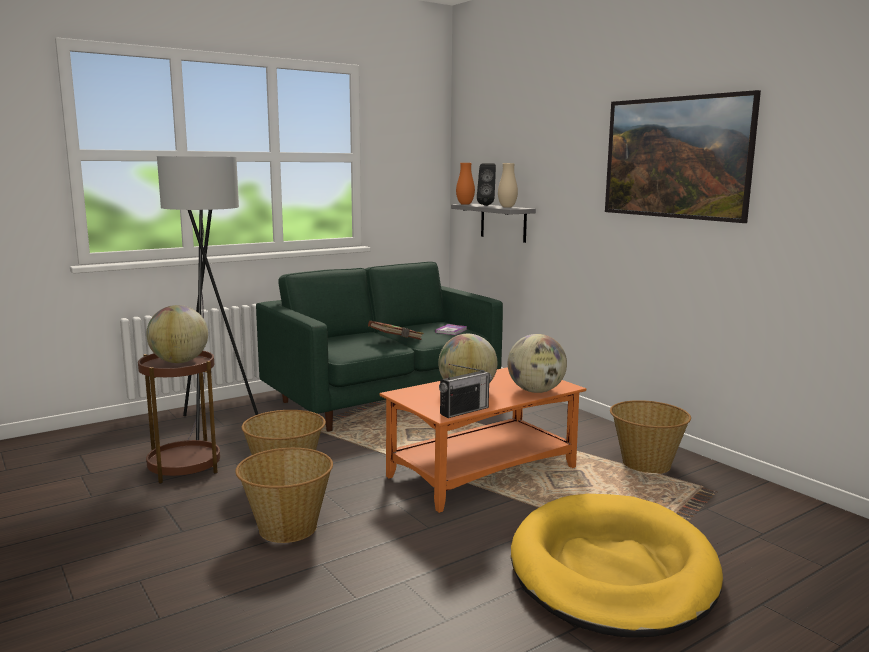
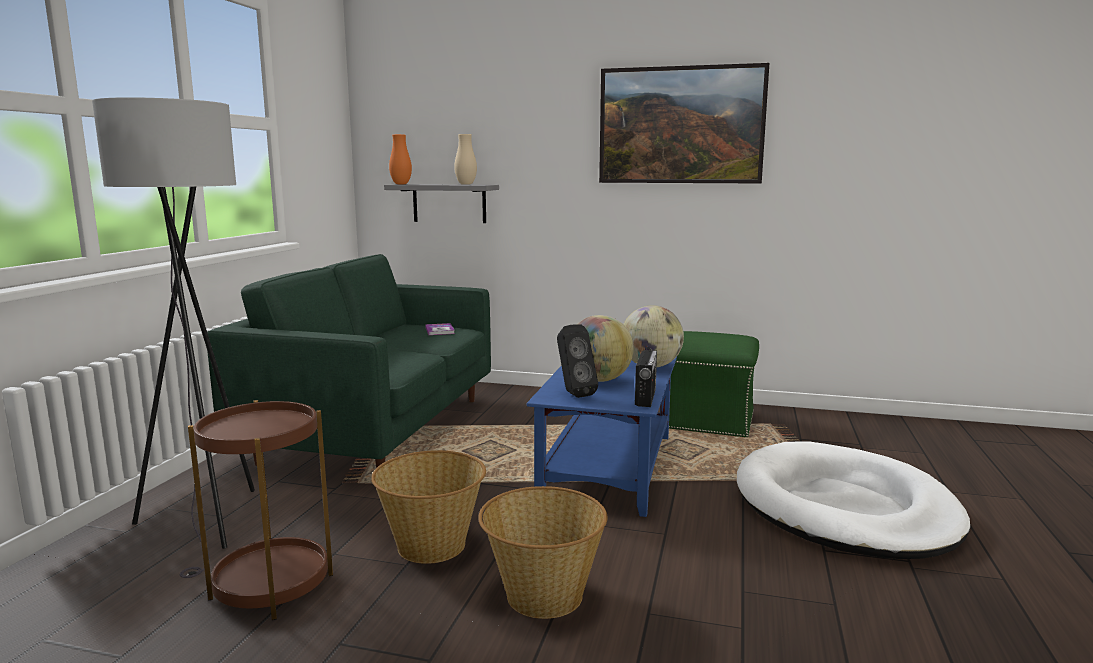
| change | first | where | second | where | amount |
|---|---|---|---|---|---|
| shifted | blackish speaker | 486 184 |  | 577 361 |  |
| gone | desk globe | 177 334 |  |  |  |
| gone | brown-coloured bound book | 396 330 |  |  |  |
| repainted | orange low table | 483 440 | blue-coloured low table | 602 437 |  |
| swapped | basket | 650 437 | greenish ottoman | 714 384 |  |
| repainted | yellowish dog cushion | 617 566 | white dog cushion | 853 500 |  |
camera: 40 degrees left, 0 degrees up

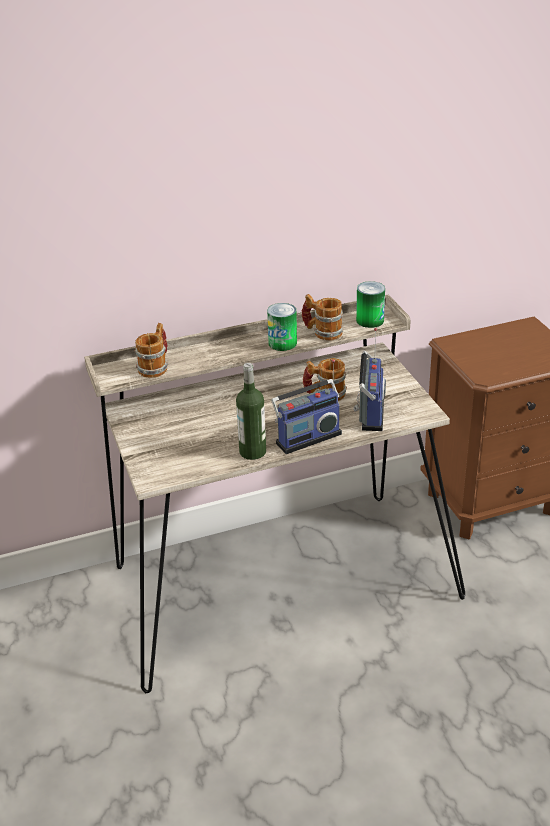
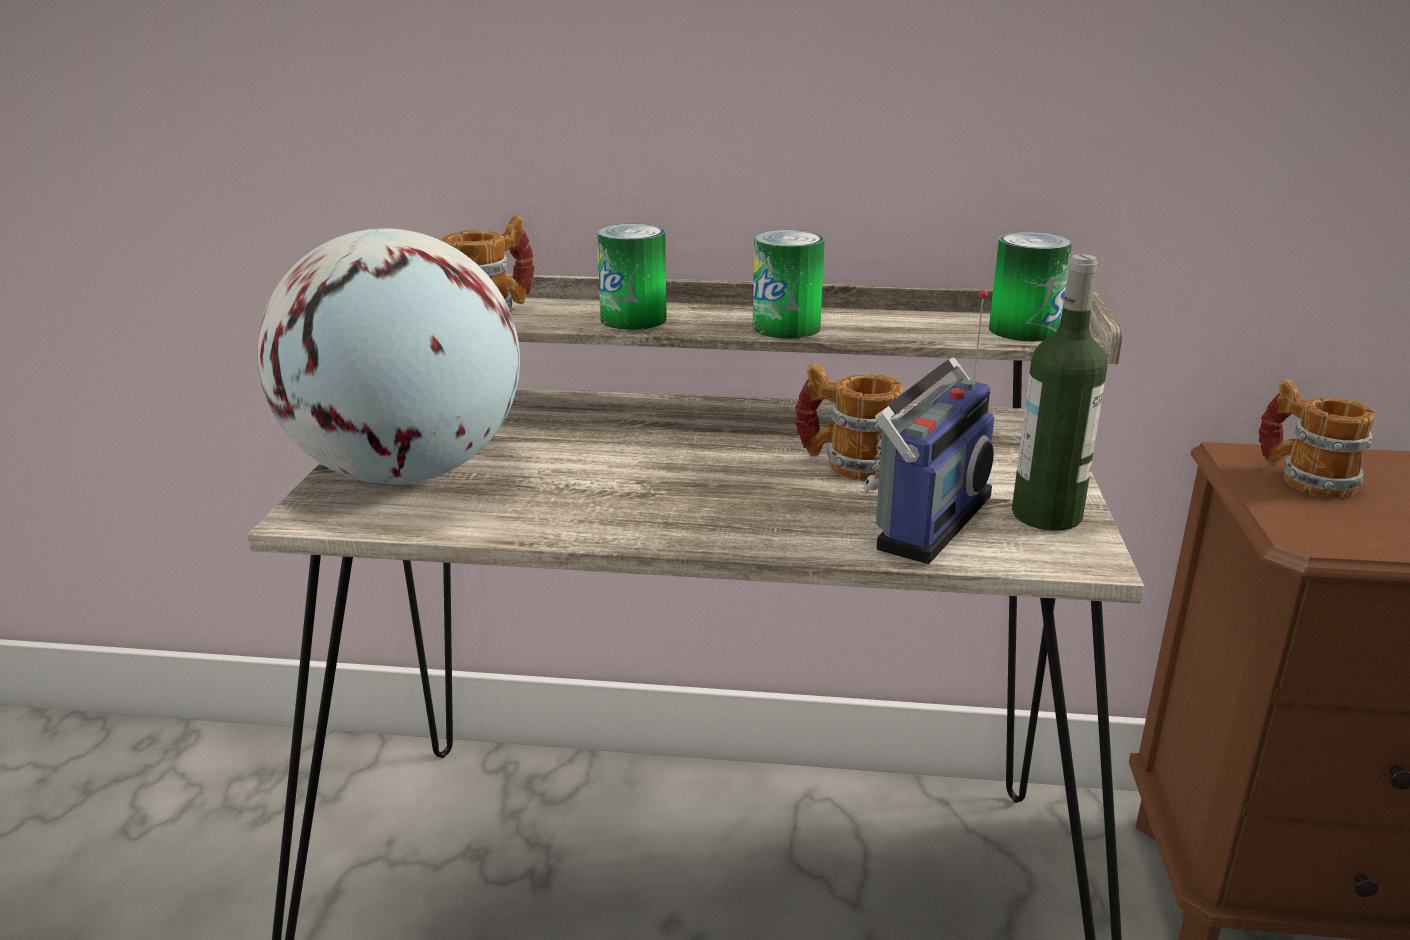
| change | first | where | second | where | amount |
|---|---|---|---|---|---|
| shifted | tea mug | 322 317 |  | 1317 438 |  |
| gone | radio receiver | 306 406 |  |  |  |
| shifted | beverage bottle | 251 411 |  | 1059 392 |  |
| new |  |  | metal can | 632 277 |  |
| new |  |  | desk globe | 388 356 |  |
camera: 25 degrees right, 10 degrees down

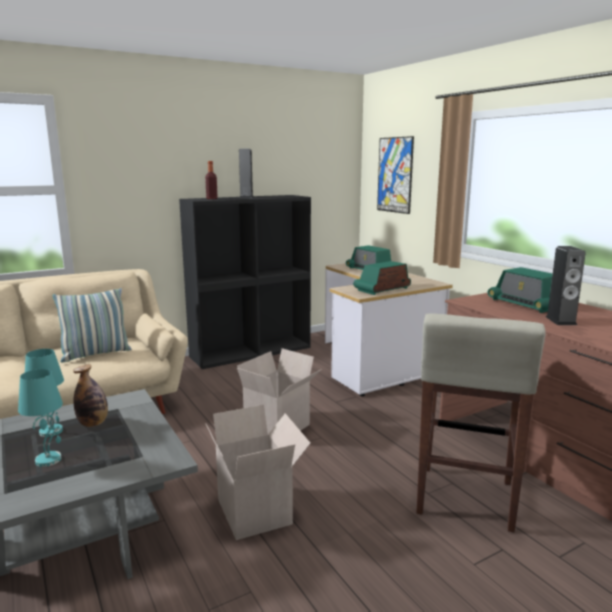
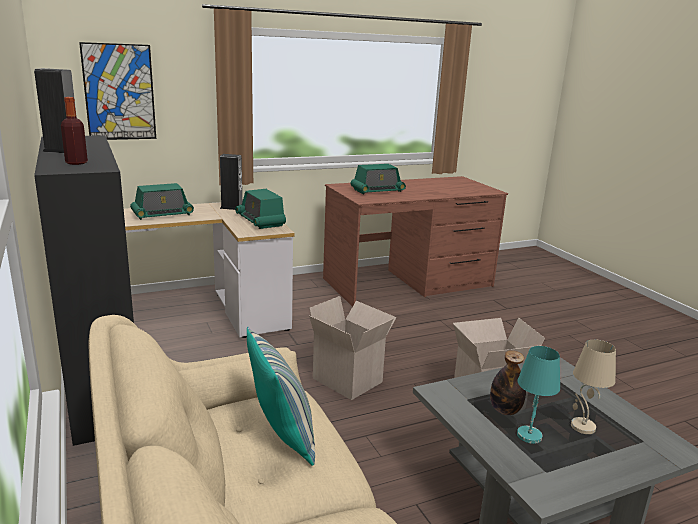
| change | first | where | second | where | amount |
|---|---|---|---|---|---|
| shifted | speaker | 565 285 |  | 231 182 |  |
| gone | beige stool seat | 481 422 |  |  |  |
| repainted | blue-green lamp for a table | 40 418 | beige lamp for a table | 593 386 |  |
camera: 85 degrees left, 5 degrees up

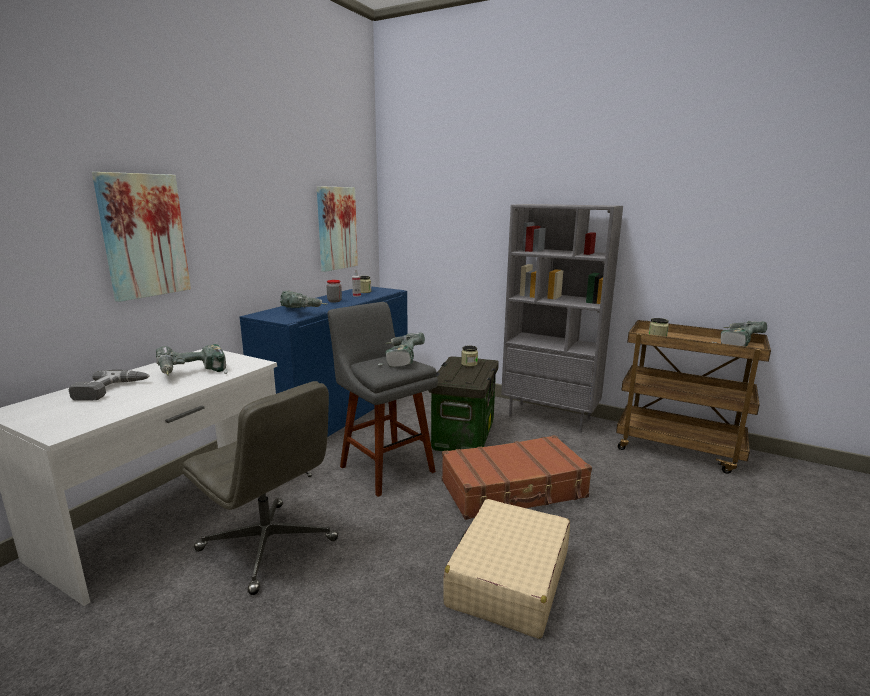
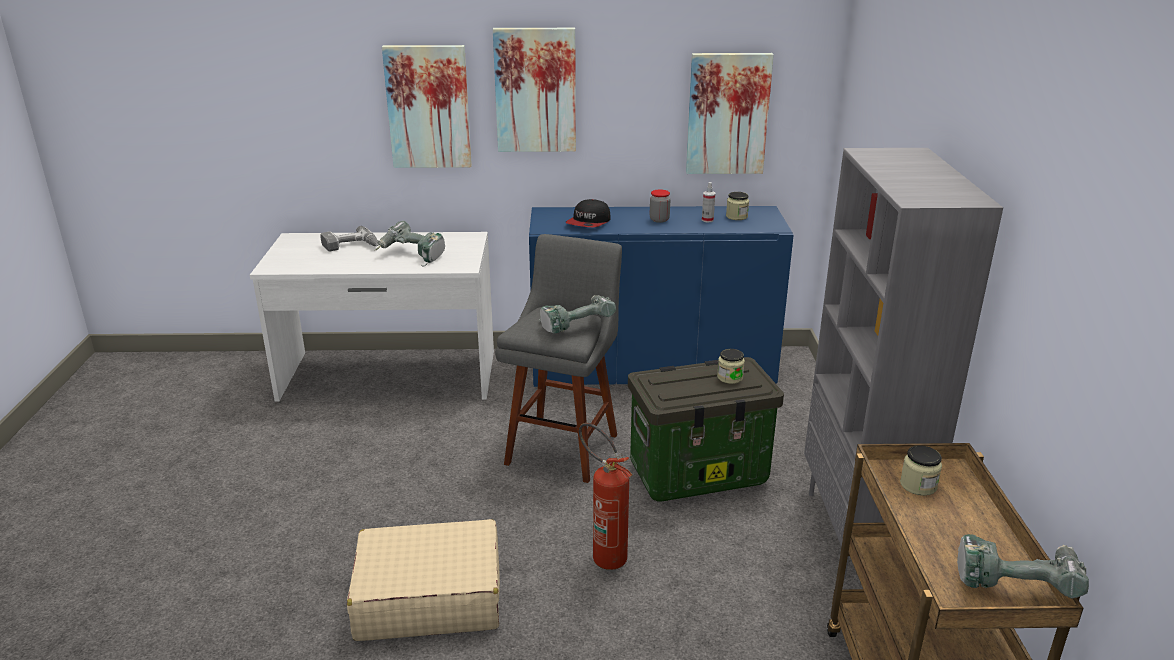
| change | first | where | second | where | amount |
|---|---|---|---|---|---|
| swapped | power drill | 303 299 | peaked cap | 588 213 |  |
| gone | greyish office chair | 260 488 |  |  |  |
| swapped | brown-coloured travel case | 517 477 | fire extinguisher | 605 496 |  |
| new |  |  | picture | 534 90 |  |
camera: 60 degrees right, 10 degrees up

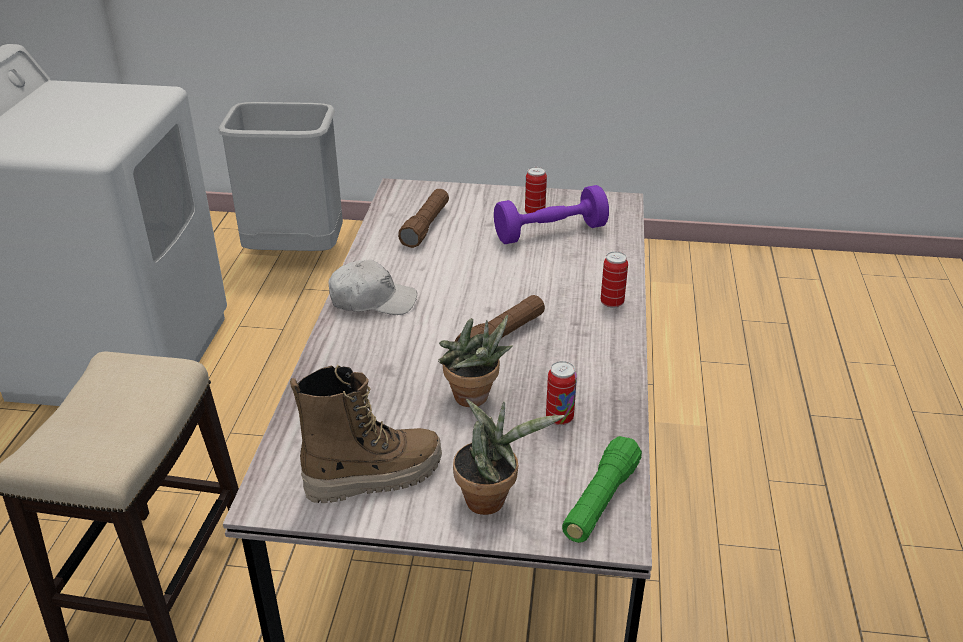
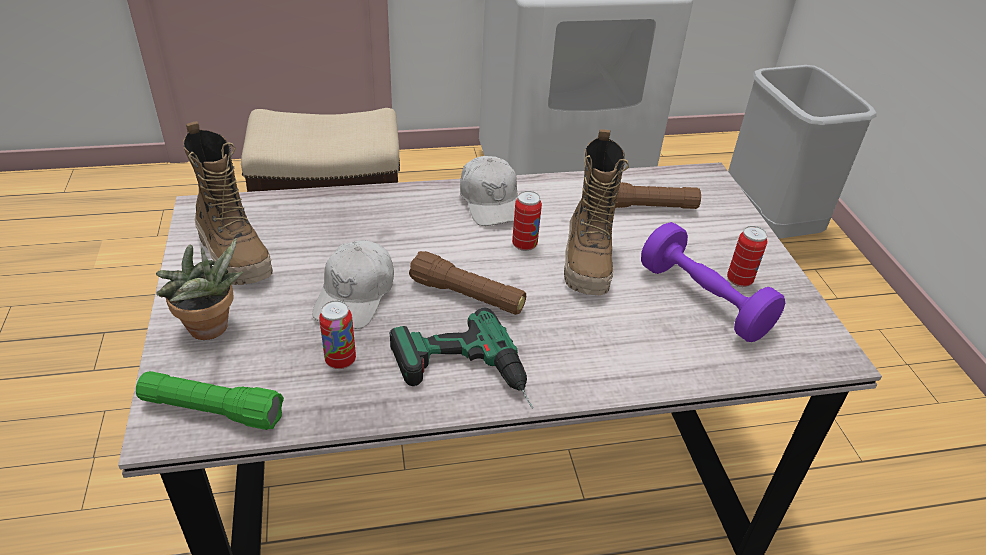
| change | first | where | second | where | amount |
|---|---|---|---|---|---|
| shifted | metal can | 614 279 |  | 527 221 |  |
| swapped | potted plant | 475 361 | white peaked cap | 353 285 |  |
| new |  |  | tall boot | 596 212 |  |
| new |  |  | power drill | 461 358 |  |
camera: 70 degrees right, 5 degrees up

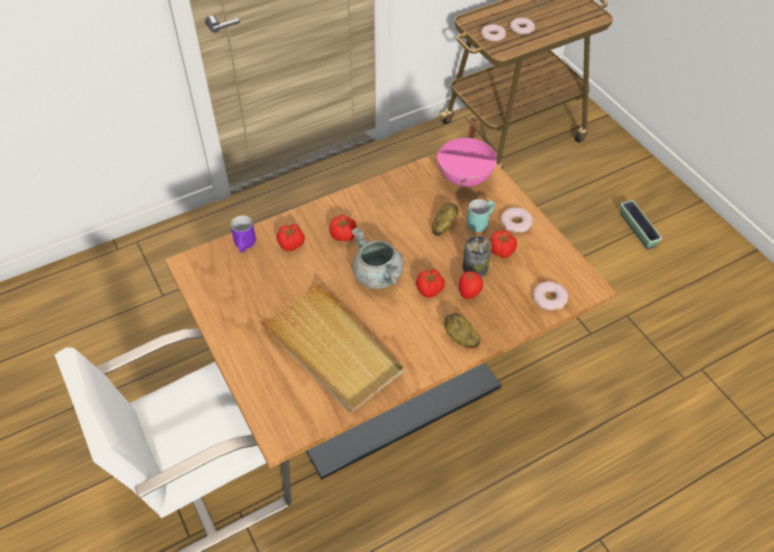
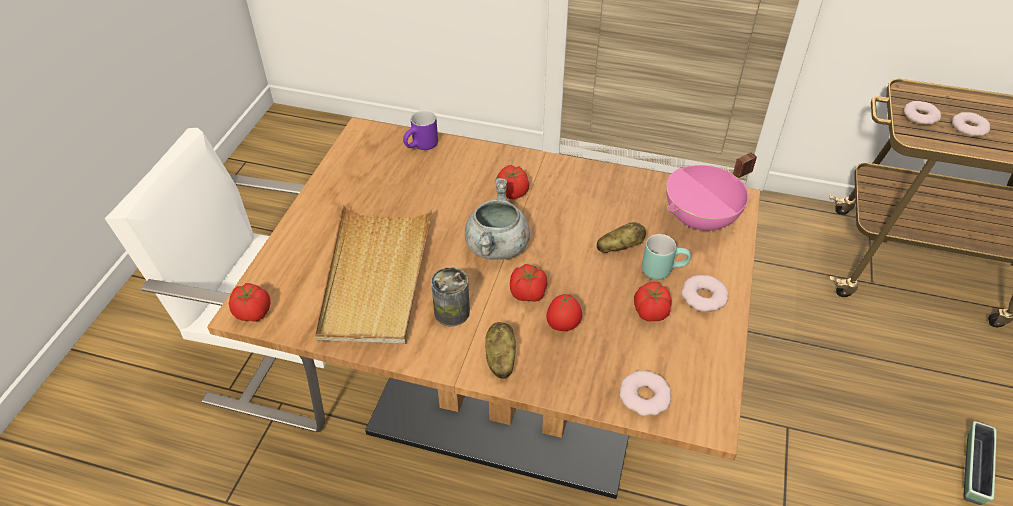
| change | first | where | second | where | amount |
|---|---|---|---|---|---|
| shifted | fresh tomato | 290 237 |  | 250 302 |  |
| shifted | metal can | 477 256 |  | 450 296 |  |
camera: 45 degrees right, 5 degrees down

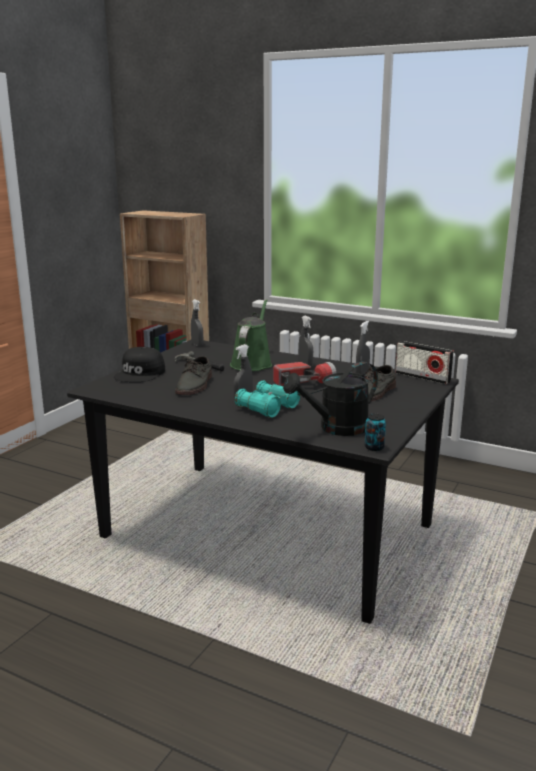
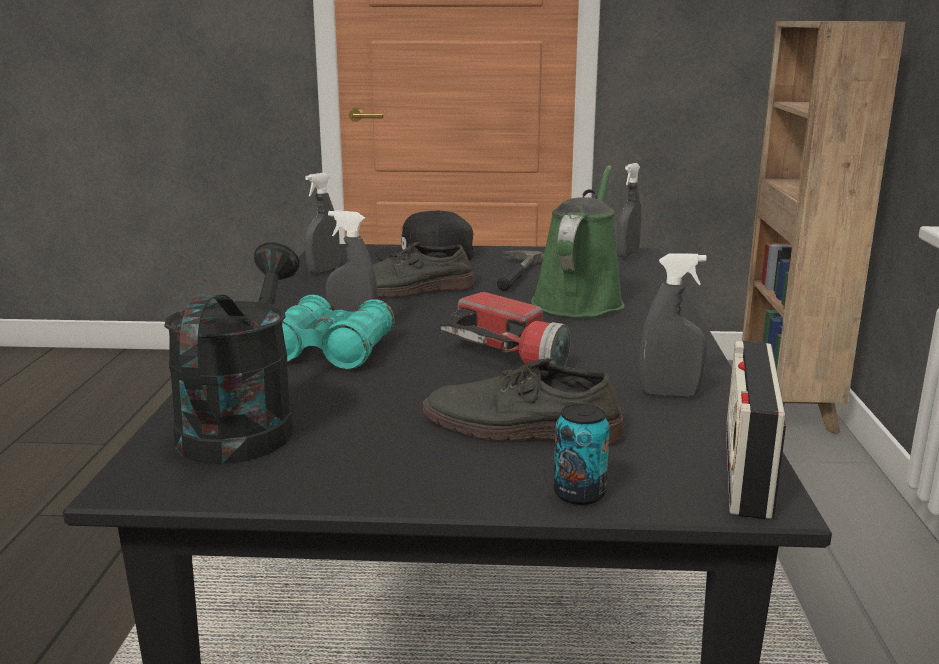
| change | first | where | second | where | amount |
|---|---|---|---|---|---|
| rotated | greenish sprinkling can | 251 335 |  | 578 241 | 60 degrees counterclockwise |
| shifted | greyish spray bottle | 305 341 |  | 322 223 |  |
| rotated | blackish sprinkling can | 330 399 |  | 231 353 | 60 degrees clockwise |
| shifted | metal can | 375 432 |  | 581 454 |  |
camera: 65 degrees right, 0 degrees up

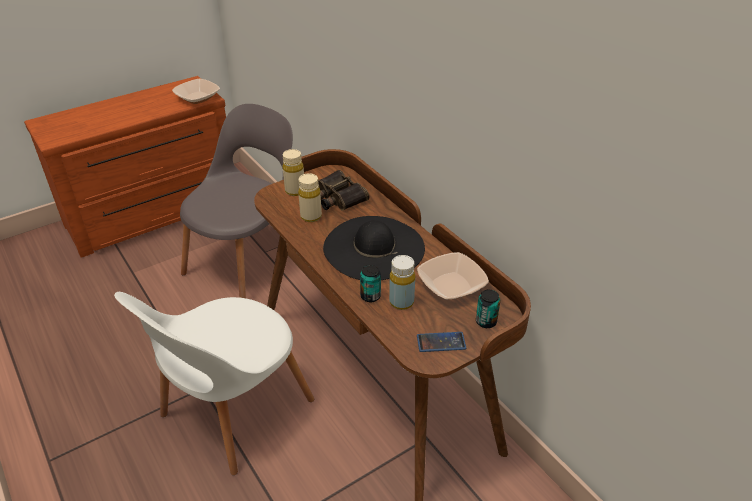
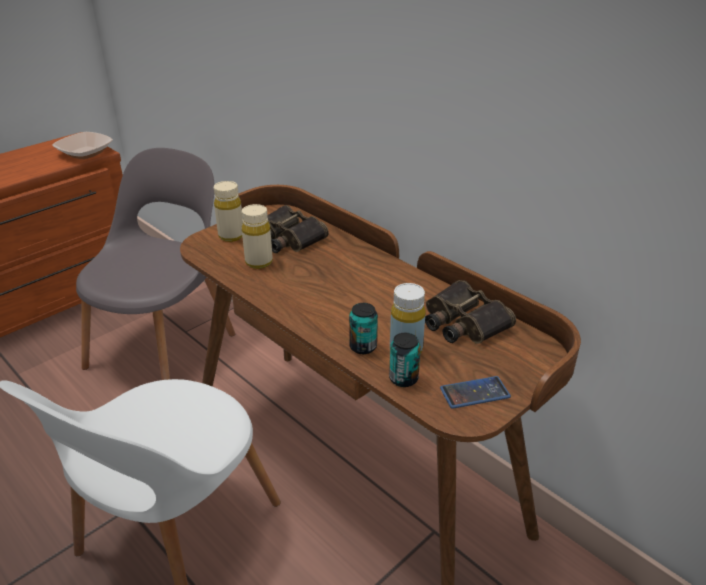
| change | first | where | second | where | amount |
|---|---|---|---|---|---|
| gone | blackish wearable hat | 374 248 |  |  |  |
| swapped | deep dish | 453 275 | binoculars | 470 312 |  |
| shifted | metal can | 488 308 |  | 405 360 |  |
camera: 10 degrees left, 5 degrees down

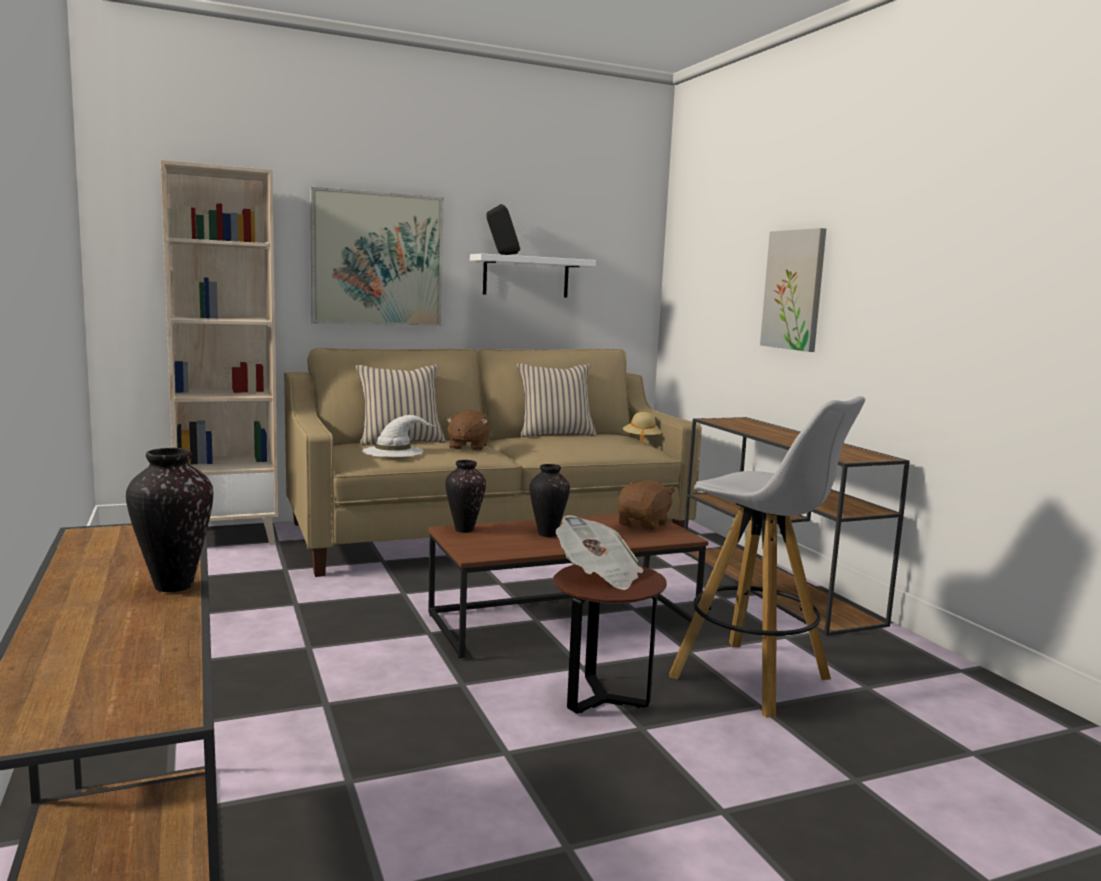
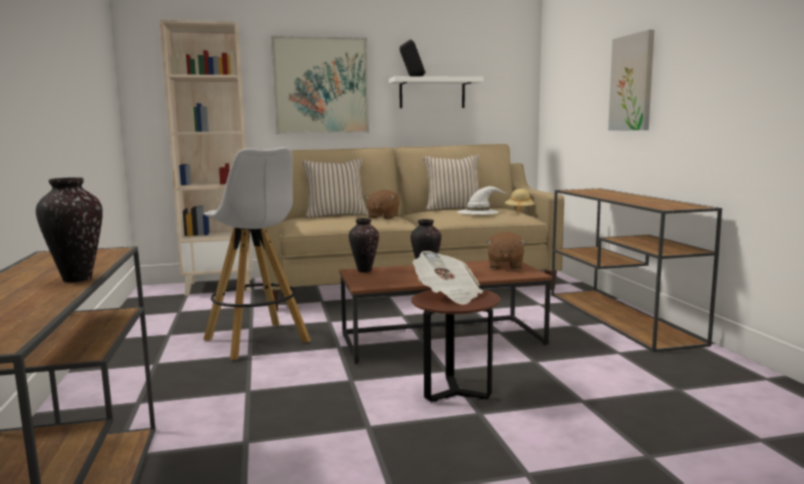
| change | first | where | second | where | amount |
|---|---|---|---|---|---|
| shifted | white stool seat | 767 557 |  | 257 253 |  |
| shifted | white wearable hat | 399 436 |  | 481 200 |  |
| rotated | brown-coloured plush toy | 646 506 |  | 506 251 | 150 degrees clockwise |
camera: 10 degrees right, 0 degrees up

